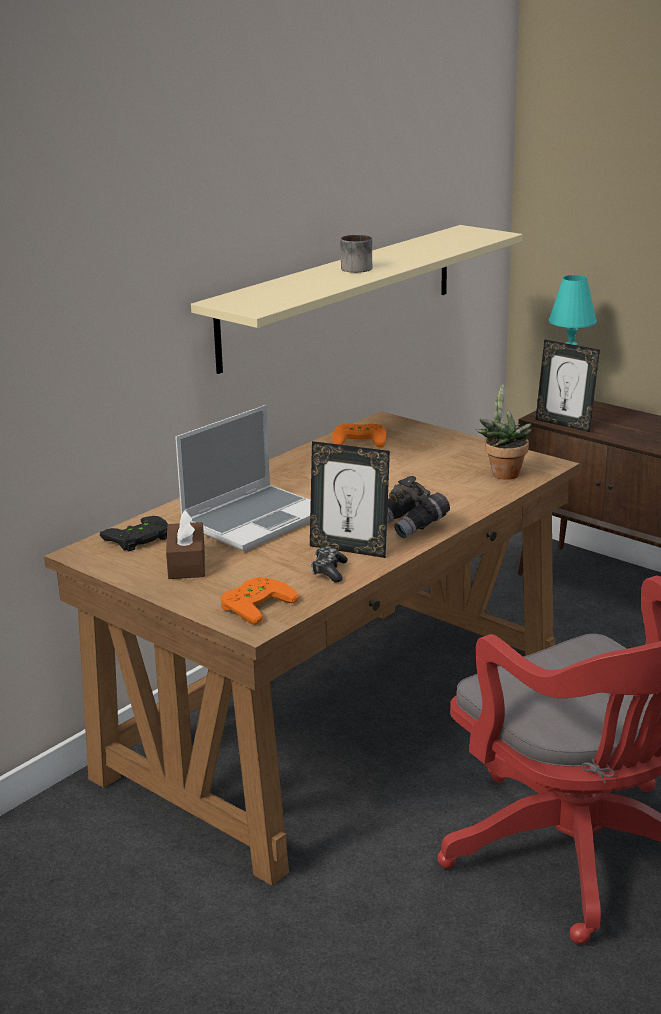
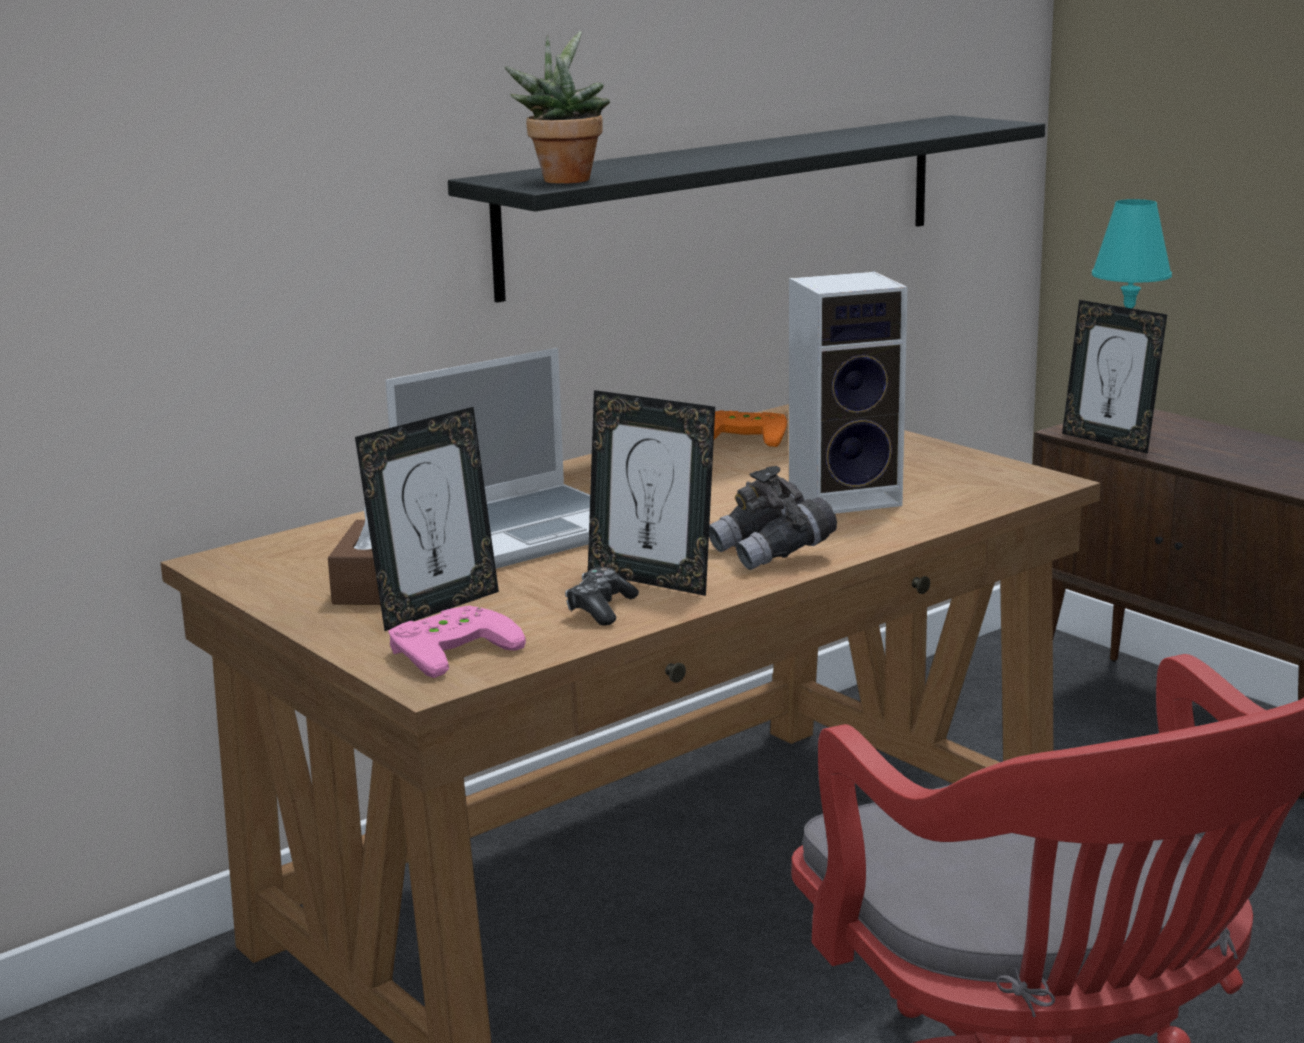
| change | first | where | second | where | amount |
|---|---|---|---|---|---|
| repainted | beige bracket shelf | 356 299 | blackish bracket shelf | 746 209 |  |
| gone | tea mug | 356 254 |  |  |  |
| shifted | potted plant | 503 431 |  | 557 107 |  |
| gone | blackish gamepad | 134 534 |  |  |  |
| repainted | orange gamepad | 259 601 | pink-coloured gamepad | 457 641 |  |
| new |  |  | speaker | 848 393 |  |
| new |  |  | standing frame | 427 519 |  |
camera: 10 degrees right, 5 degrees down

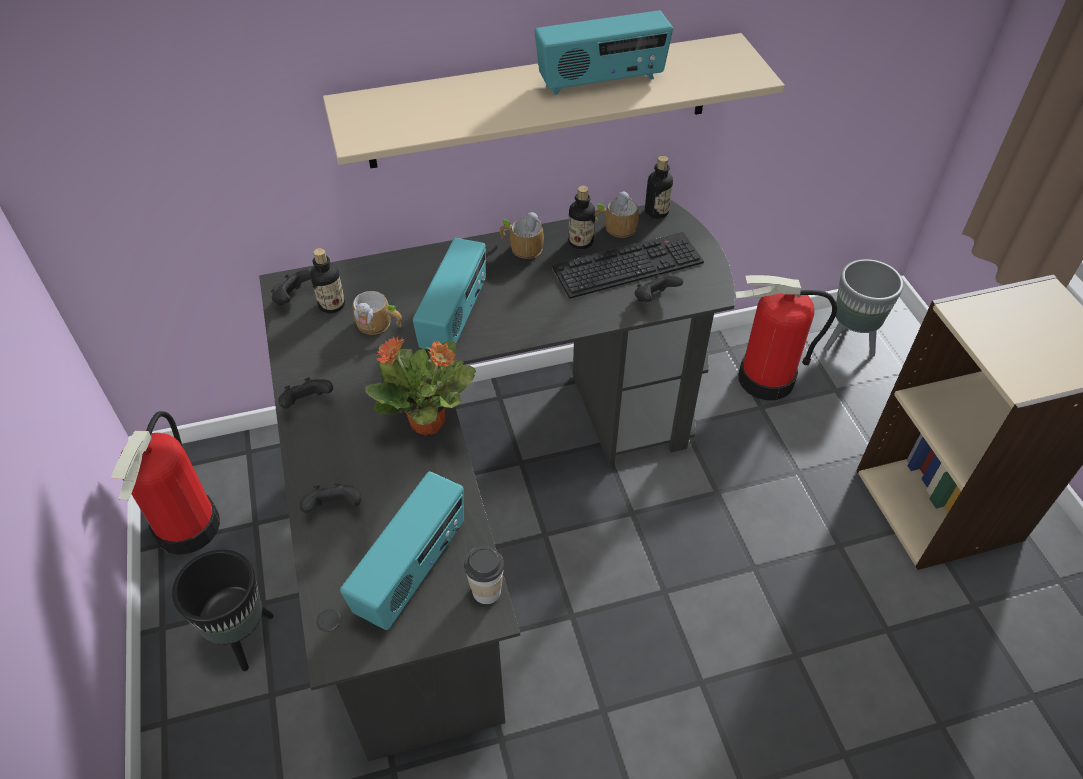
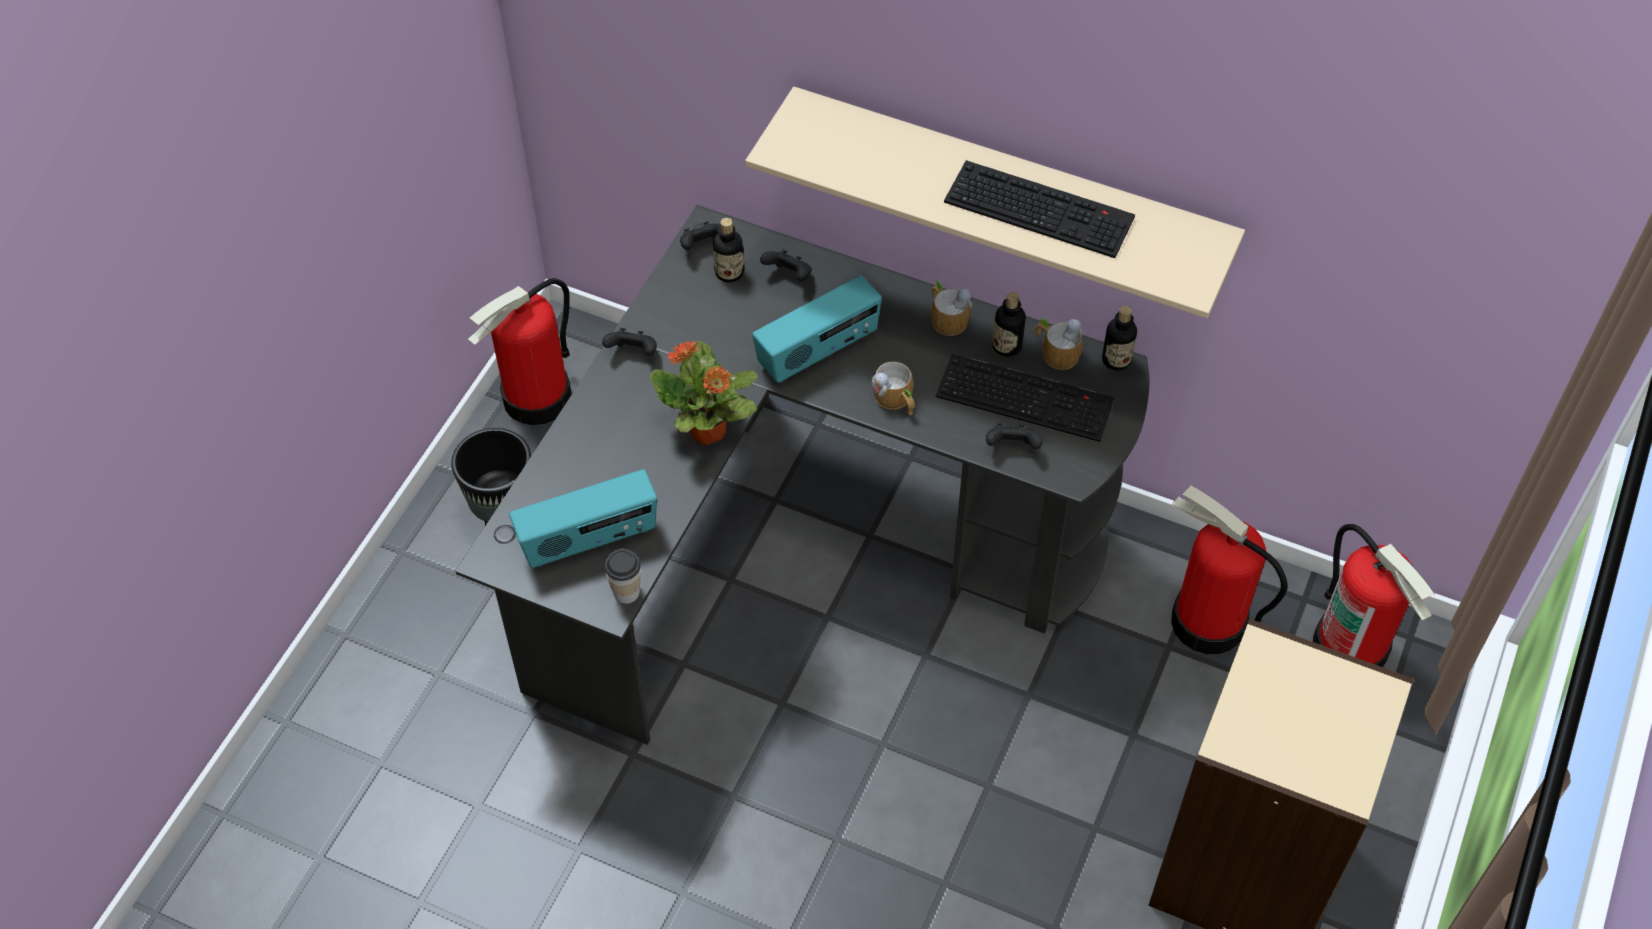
| change | first | where | second | where | amount |
|---|---|---|---|---|---|
| swapped | radio receiver | 603 52 | PC keyboard | 1039 209 |  |
| swapped | greyish flower pot | 864 308 | fire extinguisher | 1374 595 |  |
| shifted | tea mug | 377 313 |  | 893 388 |  |
| shifted | blackish gamepad | 331 498 |  | 786 265 |  |
camera: 40 degrees right, 5 degrees up

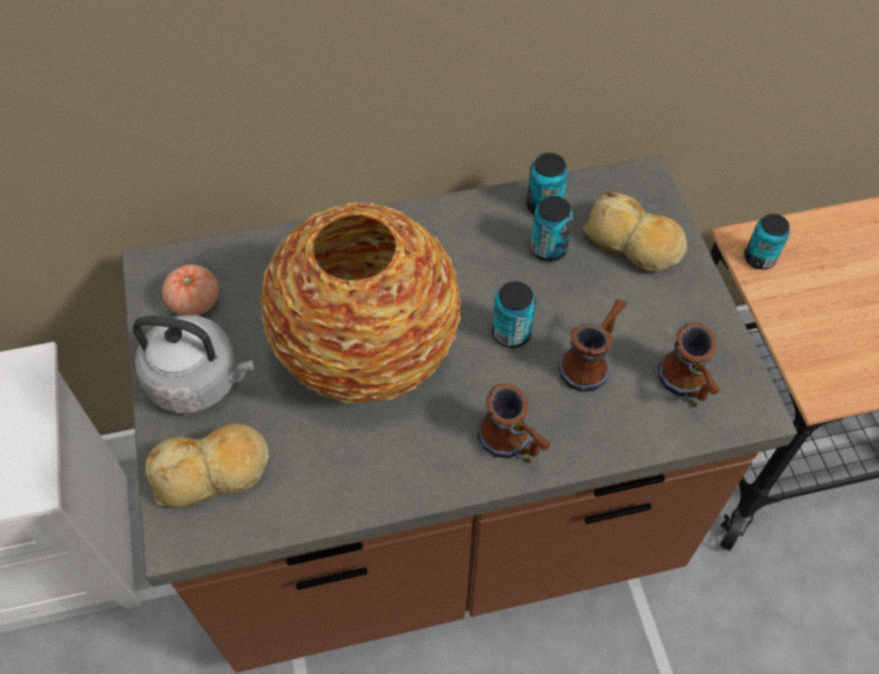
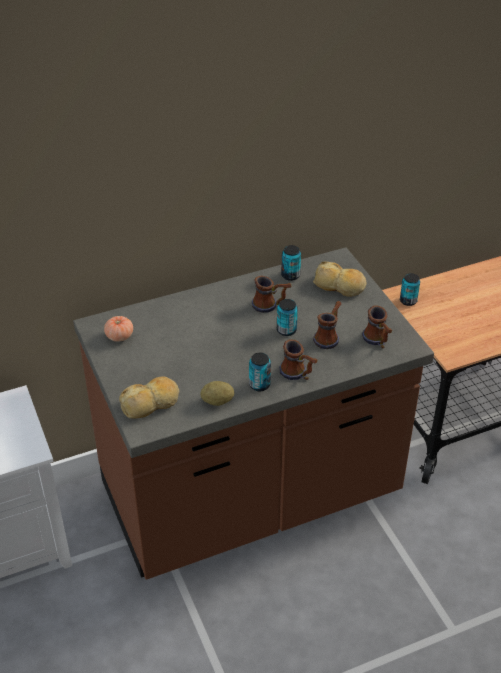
| change | first | where | second | where | amount |
|---|---|---|---|---|---|
| shifted | metal can | 551 229 |  | 260 372 |  |
| gone | flower vase | 361 303 |  |  |  |
| gone | greyish water kettle | 193 364 |  |  |  |
| new |  |  | tea mug | 271 294 |  |
| new |  |  | potato | 217 393 |  |
camera: 10 degrees left, 15 degrees down

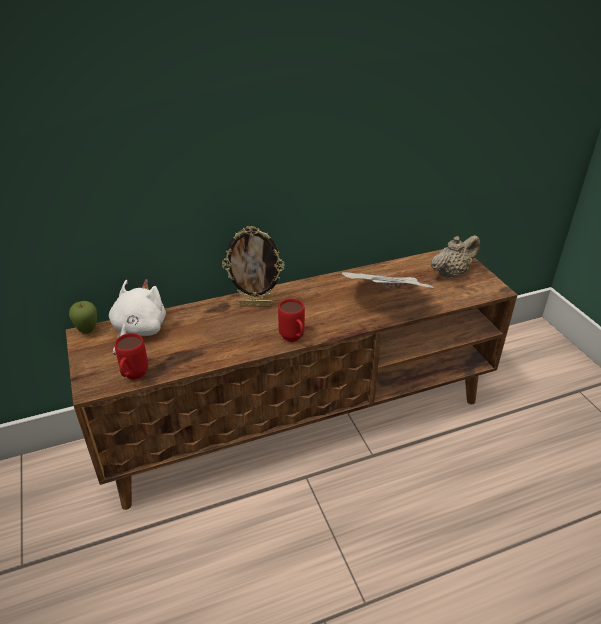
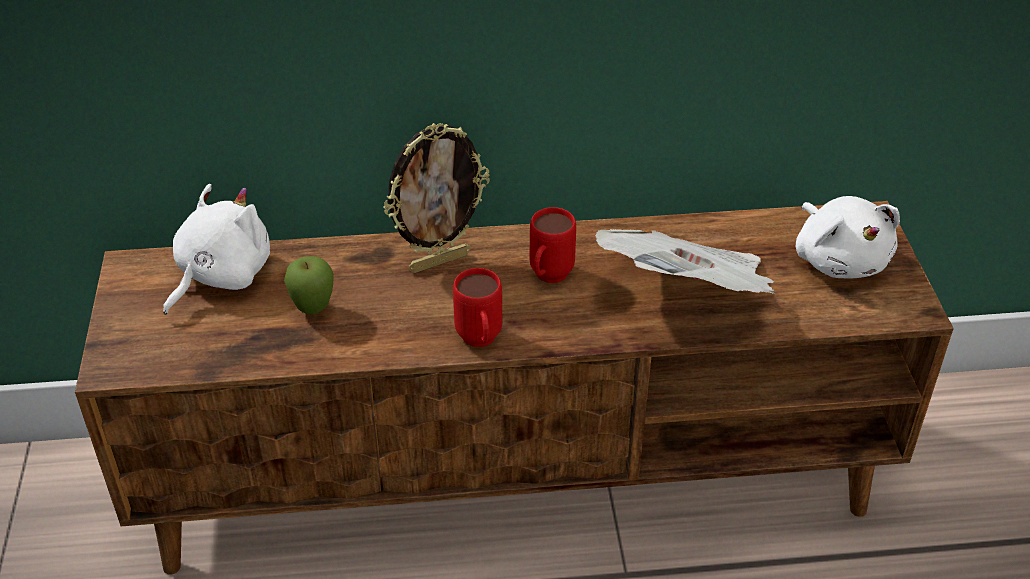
| change | first | where | second | where | amount |
|---|---|---|---|---|---|
| rotated | standing frame | 253 266 |  | 436 198 | 45 degrees counterclockwise |
| swapped | beige pot for tea | 455 257 | white plush toy | 848 237 |  |
| shifted | whole apple | 83 317 |  | 309 285 |  |
| shifted | red-coloured tea mug | 131 356 |  | 553 245 |  |
camera: 15 degrees right, 5 degrees up

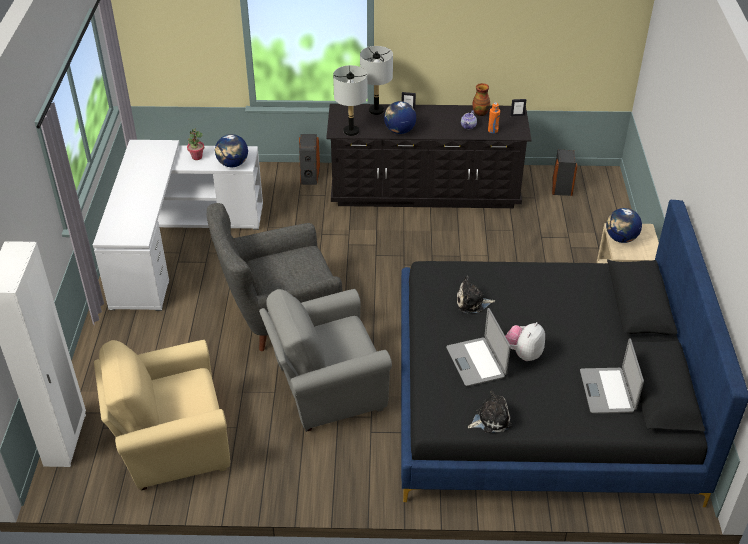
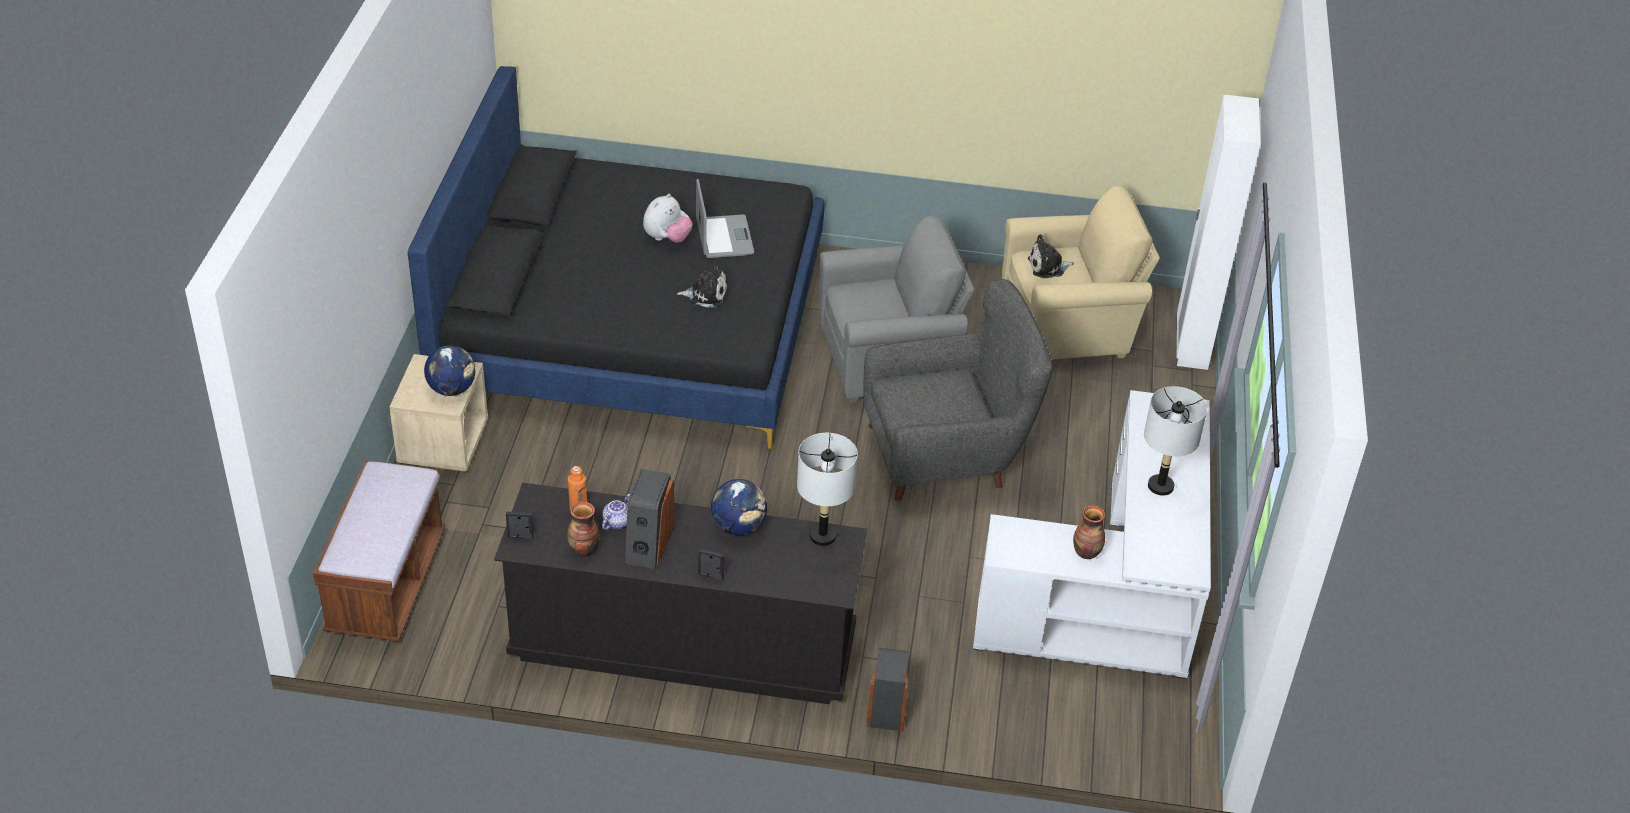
| change | first | where | second | where | amount |
|---|---|---|---|---|---|
| shifted | greyish lamp for a table | 376 80 |  | 1175 441 |  |
| swapped | potted plant | 195 144 | flower vase | 1089 532 |  |
| gone | desk globe | 231 150 |  |  |  |
| shifted | speaker | 564 172 |  | 649 519 |  |
| gone | portable computer | 612 376 |  |  |  |
| shifted | plush toy | 490 411 |  | 1051 256 |  |
| new |  |  | brown-coloured indoor bench | 379 550 |  |
camera: 175 degrees left, 0 degrees up

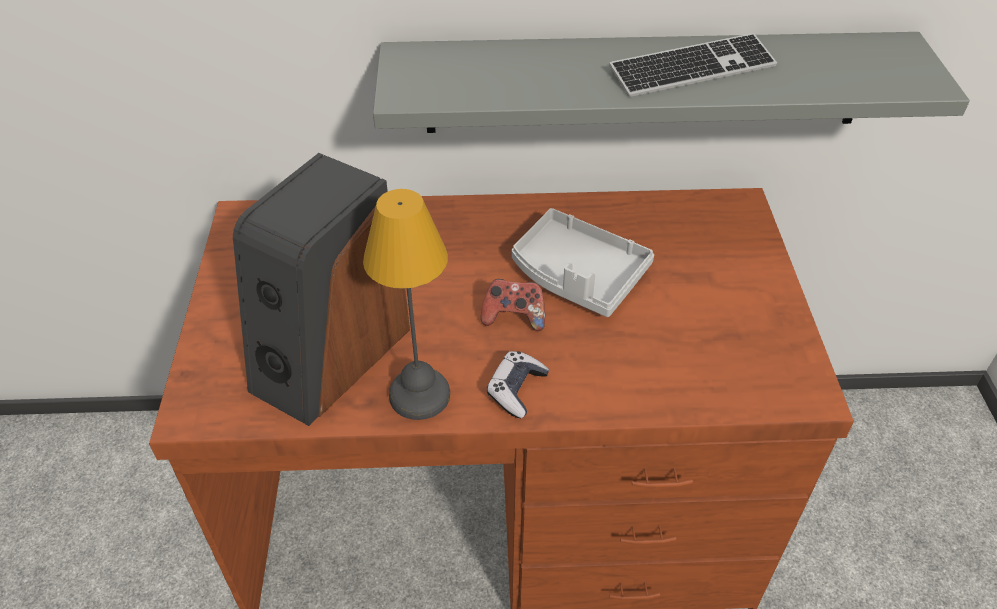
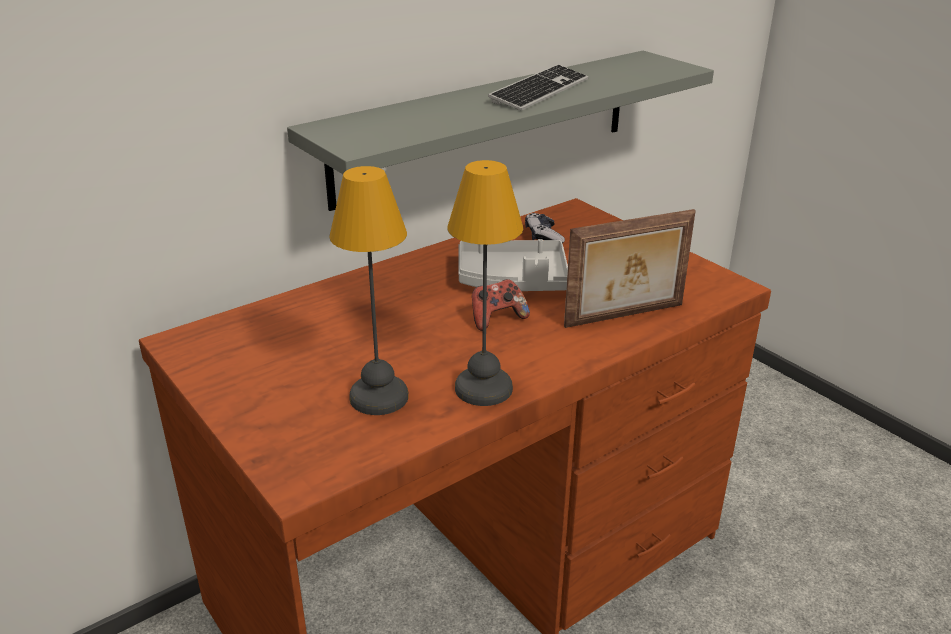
| change | first | where | second | where | amount |
|---|---|---|---|---|---|
| swapped | speaker | 321 289 | lamp for a table | 368 290 |  |
| shifted | gamepad | 518 384 |  | 545 228 |  |
| new |  |  | standing frame | 630 268 |  |
camera: 35 degrees left, 15 degrees down

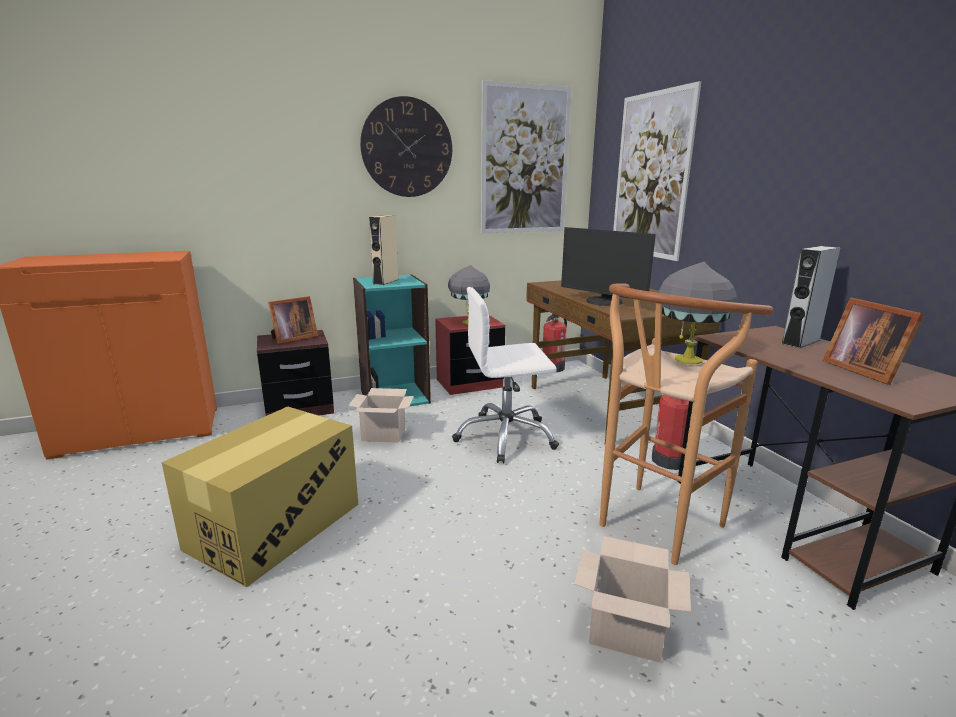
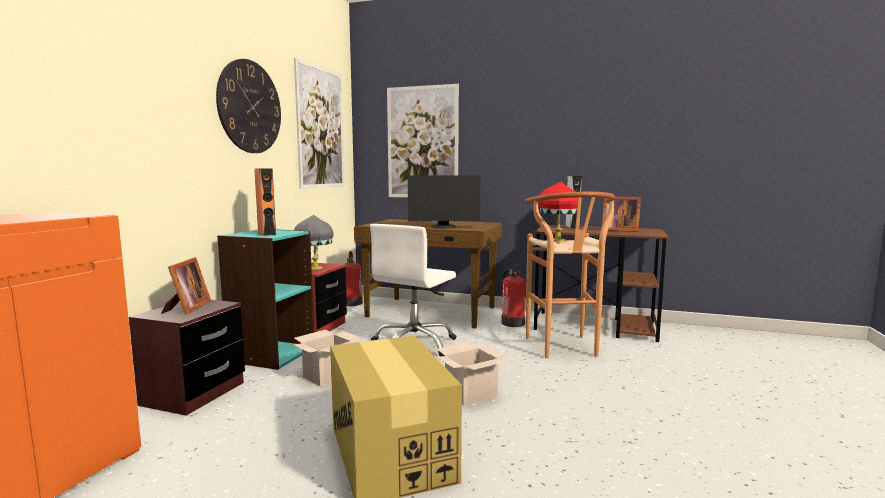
| change | first | where | second | where | amount |
|---|---|---|---|---|---|
| repainted | beige speaker | 383 250 | orange speaker | 265 202 |  |
| repainted | greyish lamp for a table | 697 313 | red-coloured lamp for a table | 558 211 |  |
| shifted | carton | 633 599 |  | 471 373 |  |
camera: 50 degrees left, 10 degrees down

